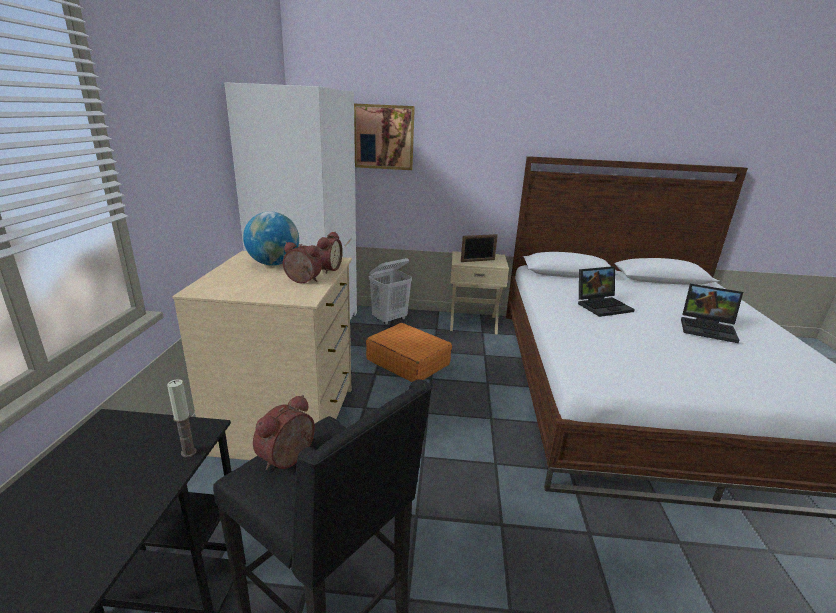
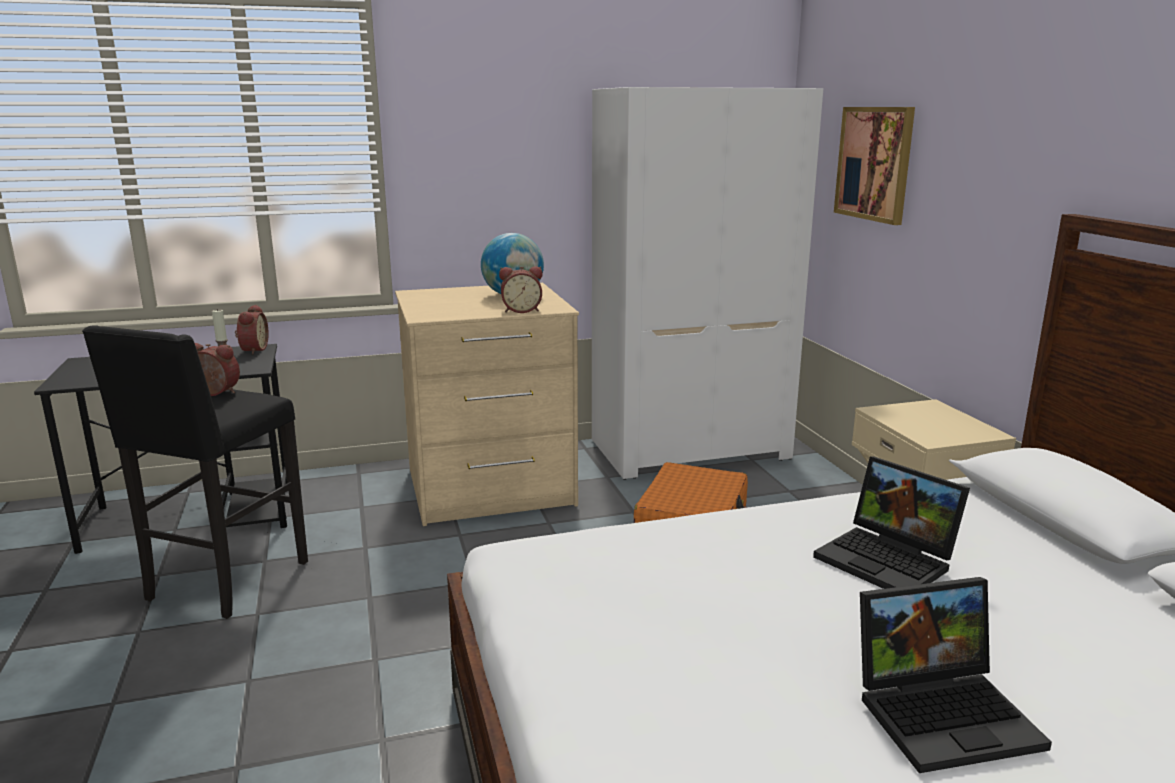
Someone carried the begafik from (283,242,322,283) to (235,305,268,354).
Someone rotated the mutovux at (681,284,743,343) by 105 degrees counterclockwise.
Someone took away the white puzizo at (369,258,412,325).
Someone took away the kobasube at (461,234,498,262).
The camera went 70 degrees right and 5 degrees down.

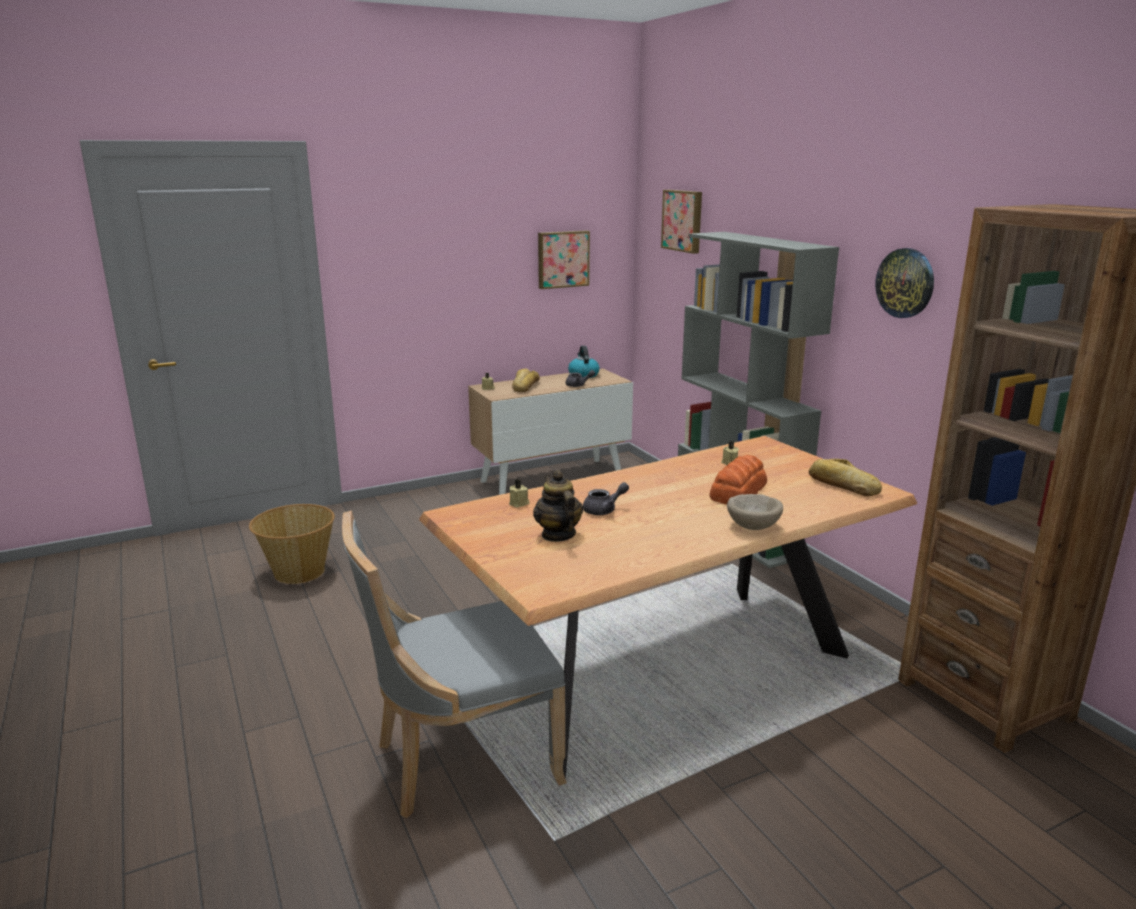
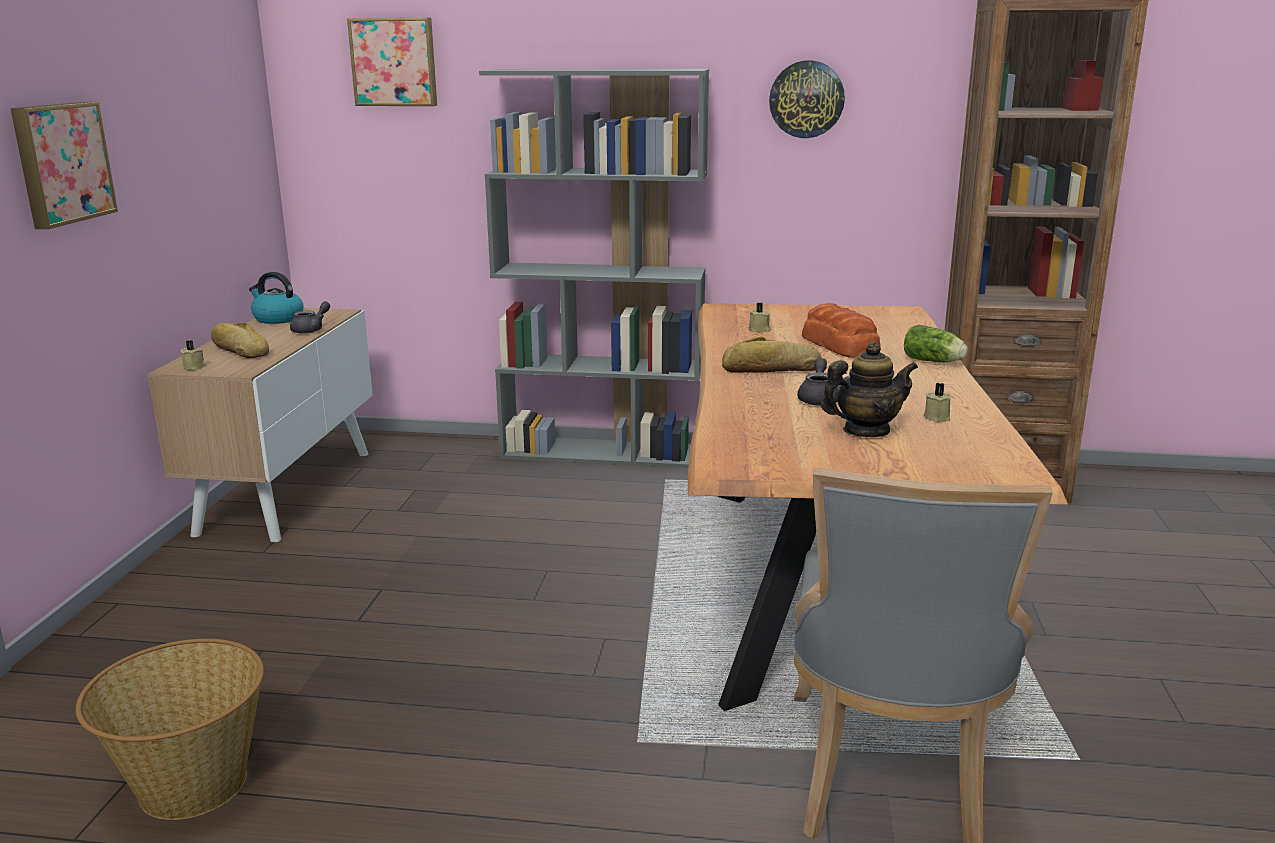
Someone carried the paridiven from (538,230,590,289) to (10,102,118,229).
Someone carried the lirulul from (809,459,882,496) to (722,337,822,373).
Someone rotated the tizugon at (533,470,583,542) by 150 degrees clockwise.
Someone swapped the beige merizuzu at (727,494,783,530) for the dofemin at (904,325,968,362).
Someone carried the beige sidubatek from (509,479,530,508) to (924,383,951,422).
The camera went 55 degrees left and 0 degrees up.

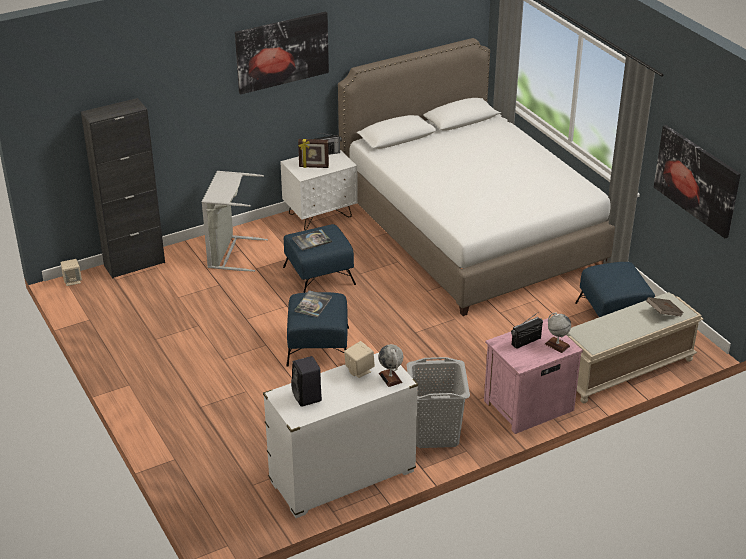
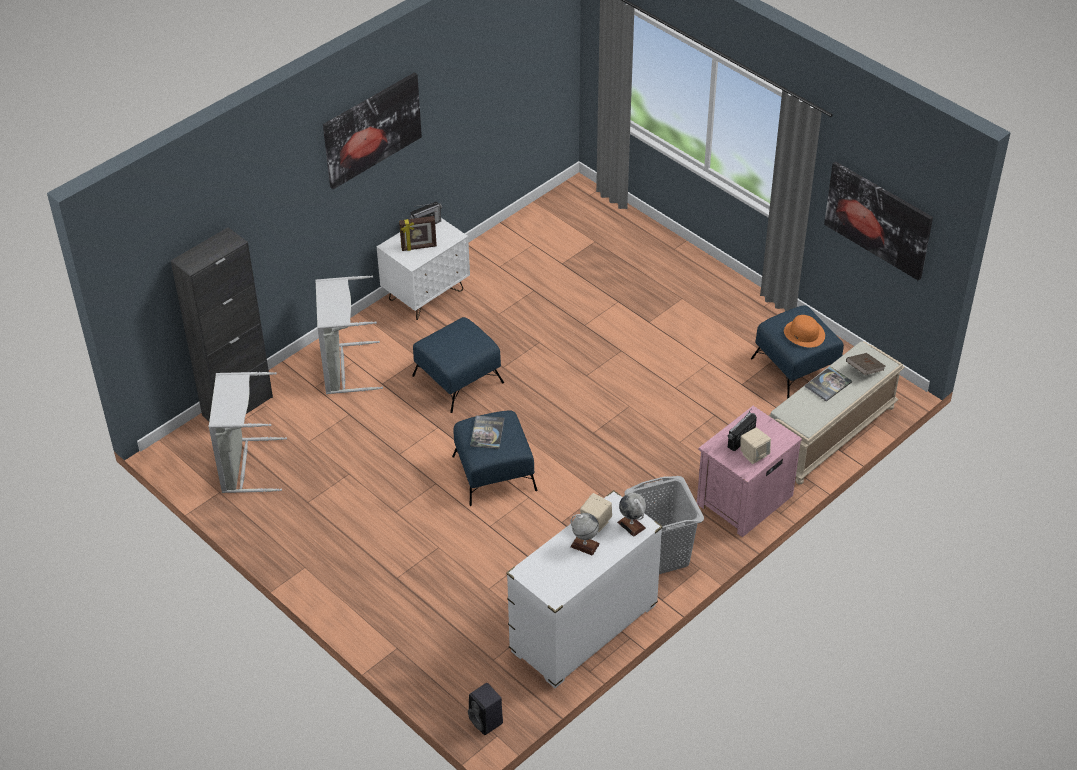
Someone put down the grey puzizo at (209,372,287,493).
Someone carried the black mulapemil from (291,356,322,407) to (468,683,503,735).
Someone carried the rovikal from (545,313,571,353) to (570,513,600,556).
Someone carried the beige mulapemil from (61,259,82,286) to (740,427,771,464).
Someone put down the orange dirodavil at (784,315,825,348).
Someone carried the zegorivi from (292,229,332,251) to (805,366,852,401).
Someone took away the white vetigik at (338,38,615,316).
The camera went 15 degrees left and 10 degrees up.

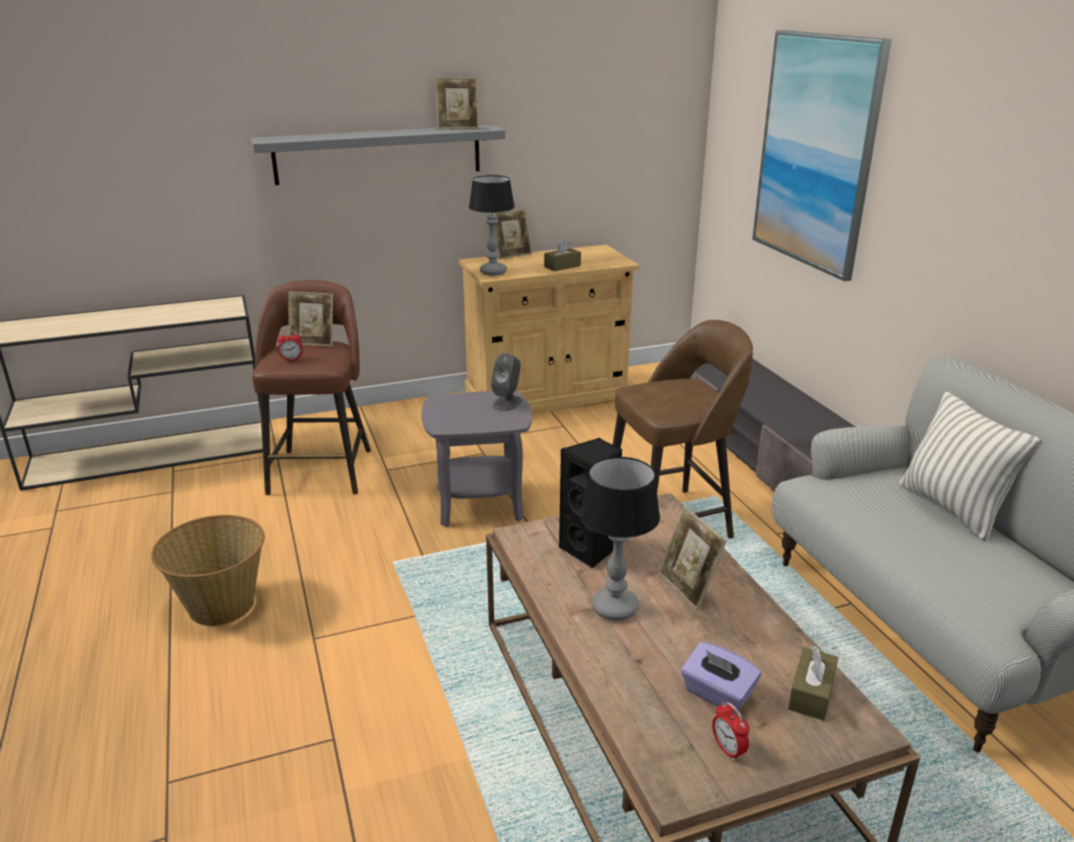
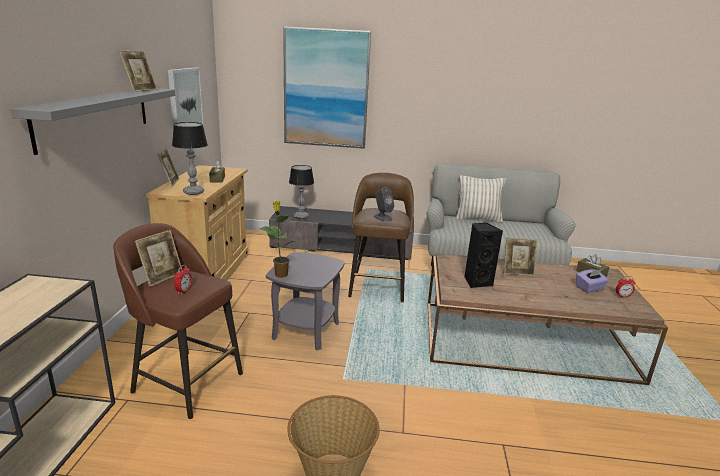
Someone put up the paridiven at (168,67,204,129).
Someone put down the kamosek at (259,201,299,278).
Someone carried the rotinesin from (580,457,660,621) to (289,165,314,219).
Someone carried the grey mulapemil from (491,353,522,411) to (374,187,394,221).
The camera went 65 degrees left and 5 degrees down.

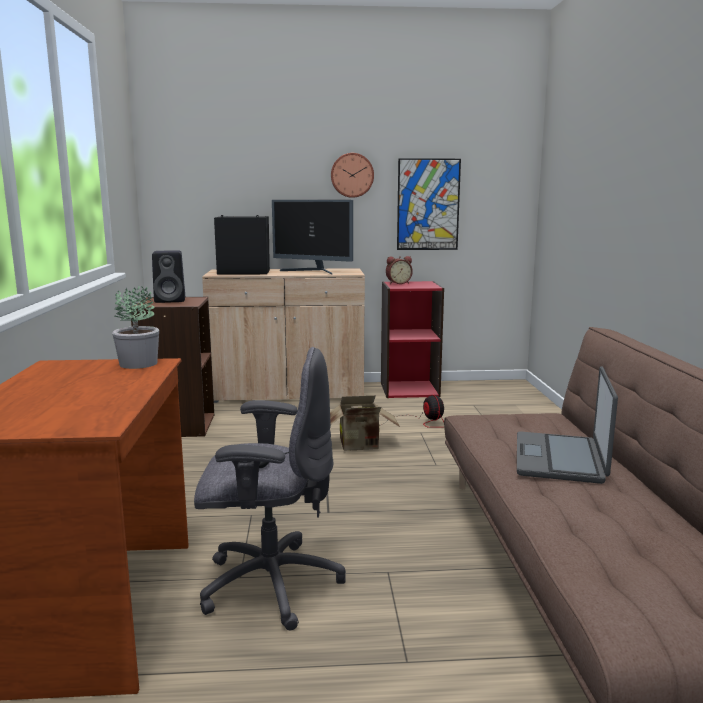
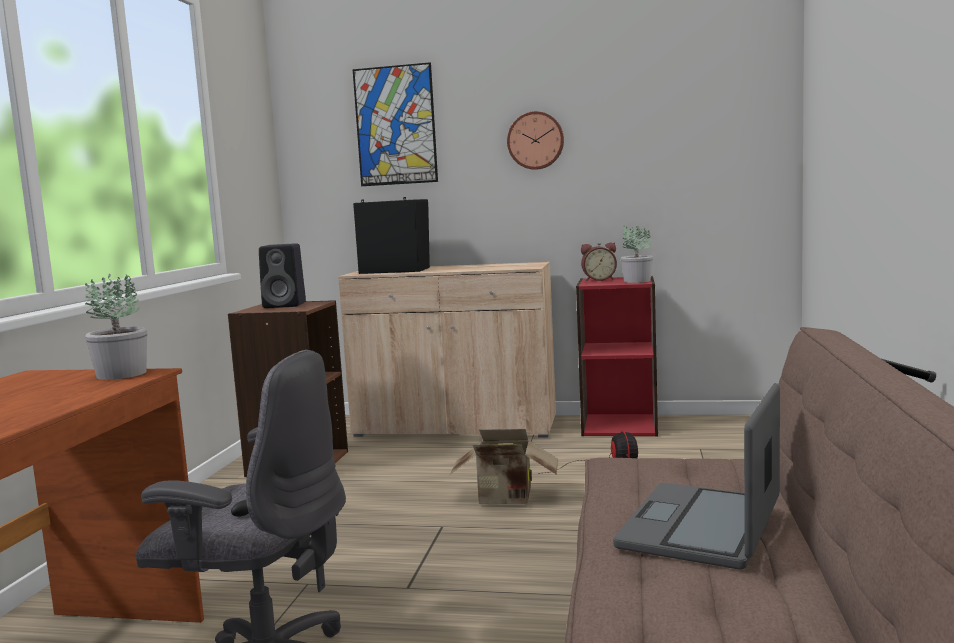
Someone carried the paridiven from (397,158,461,250) to (353,62,438,186).
Someone put down the kamosek at (621,224,653,283).
Someone took away the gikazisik at (272,200,353,275).
The camera went 15 degrees right and 5 degrees down.

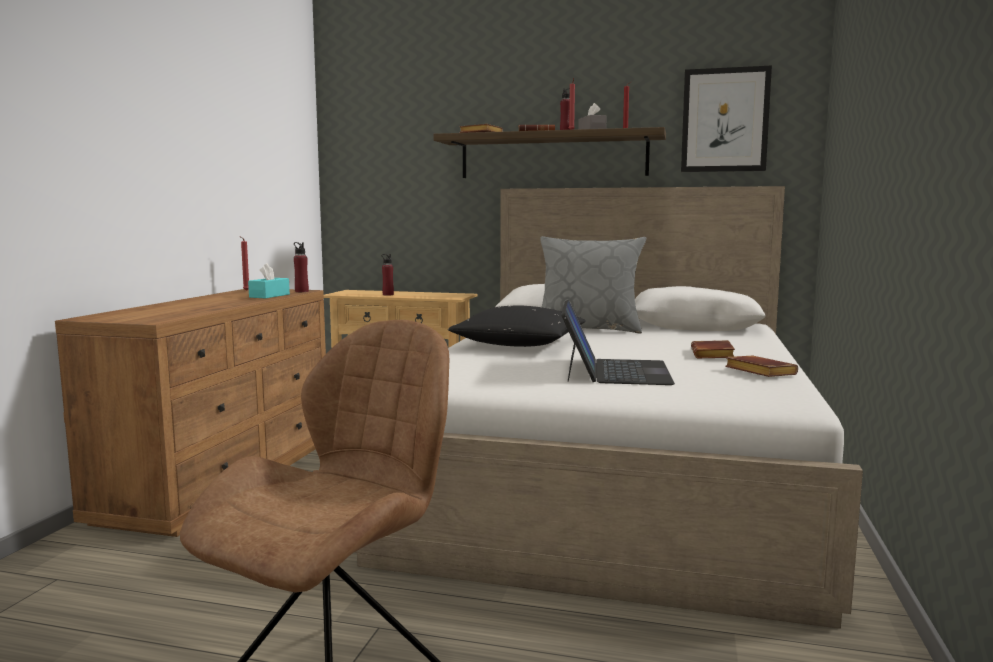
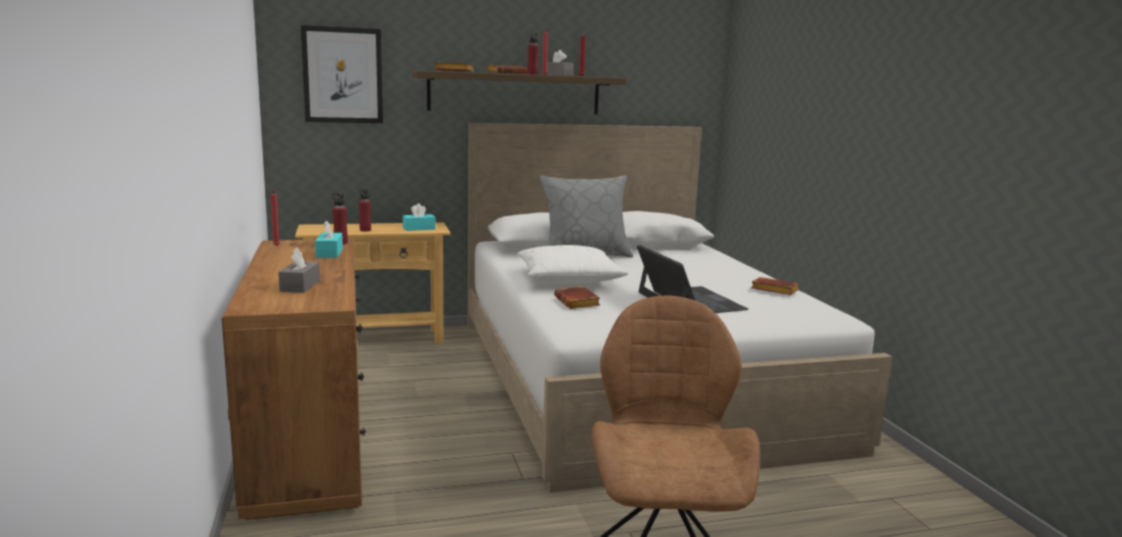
Someone put down the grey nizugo at (278,247,320,293).
Someone carried the paridiven from (681,66,772,172) to (301,25,383,123).
Someone put down the turquoise nizugo at (403,203,436,231).
Someone repainted the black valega at (448,305,586,347), which became the white valega at (517,245,629,283).
Someone carried the brown zegorivi from (691,340,735,358) to (554,286,600,309).
The camera went 30 degrees left and 5 degrees up.

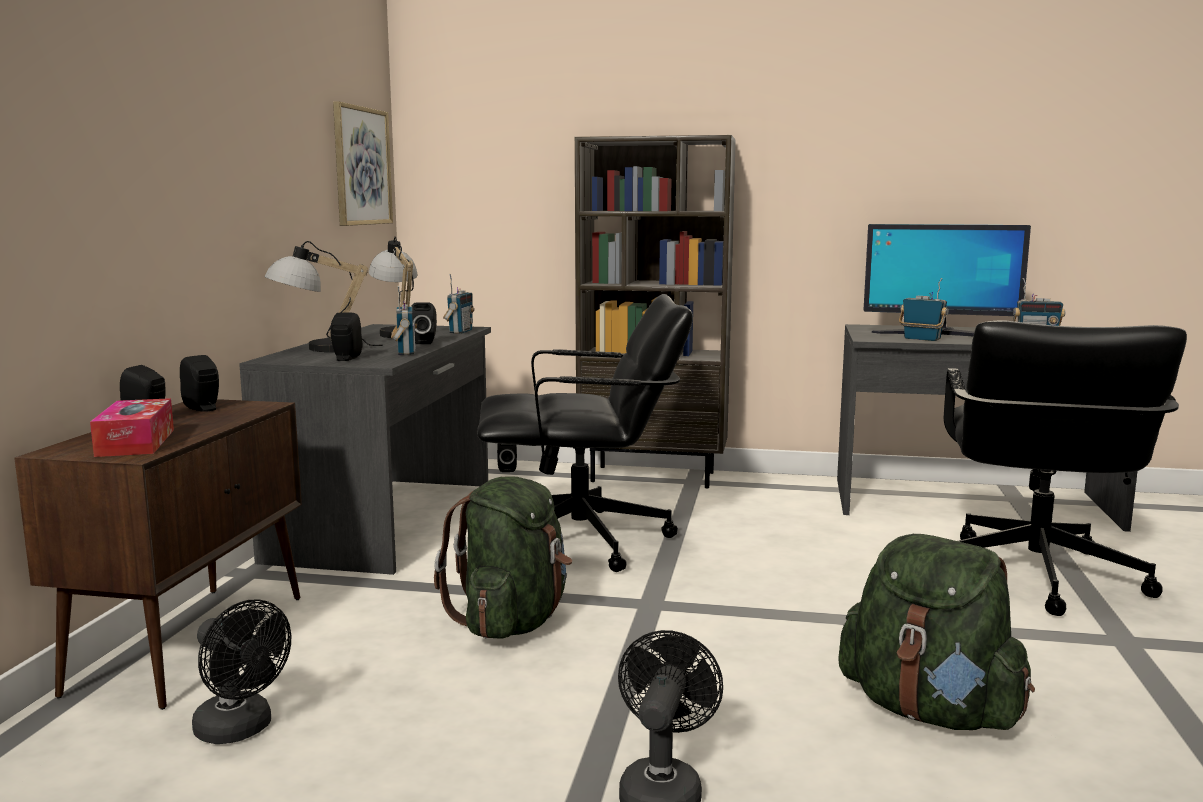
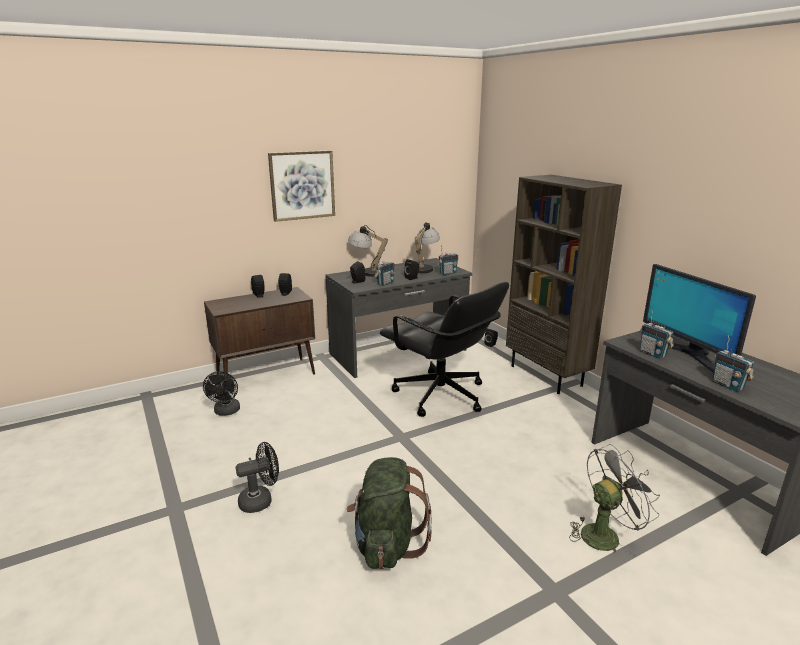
Someone carried the paridiven from (333,101,393,226) to (268,150,335,222).
Someone swapped the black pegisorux at (944,321,1187,616) for the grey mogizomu at (569,444,660,556).
Someone rotated the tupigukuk at (899,278,949,341) by 150 degrees clockwise.
Someone took away the nizugo at (90,398,174,457).
Someone took away the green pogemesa at (434,476,572,639).
The camera went 50 degrees right and 10 degrees up.

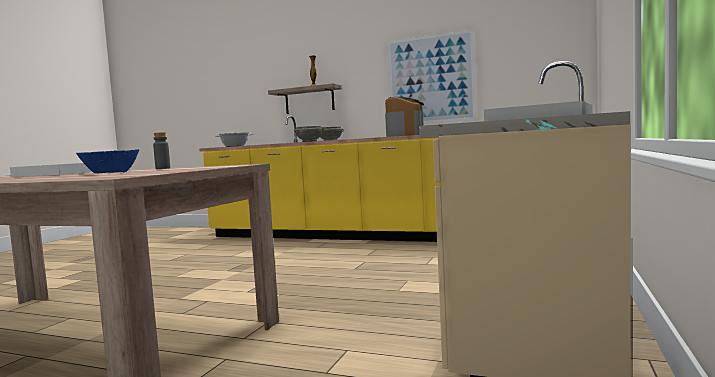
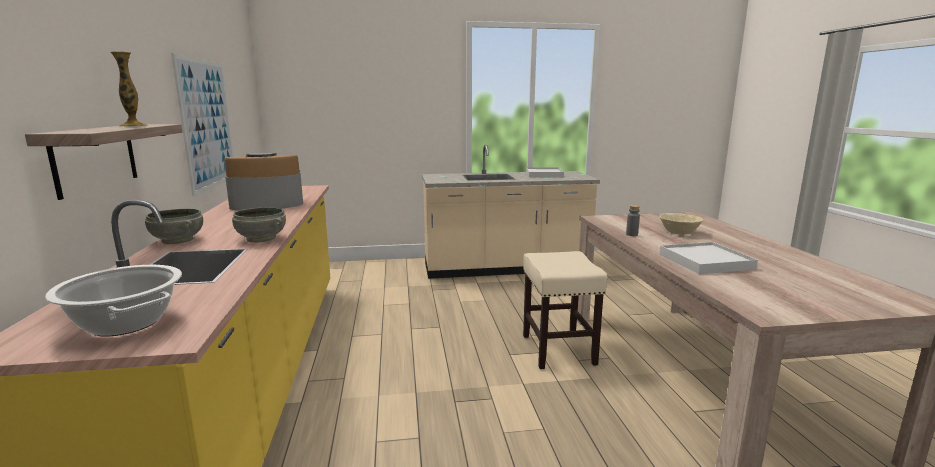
Someone put down the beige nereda at (523,251,607,369).
Someone repainted the blue merizuzu at (76,149,139,173), which became the beige merizuzu at (660,213,703,235).
The camera went 120 degrees left and 10 degrees up.

